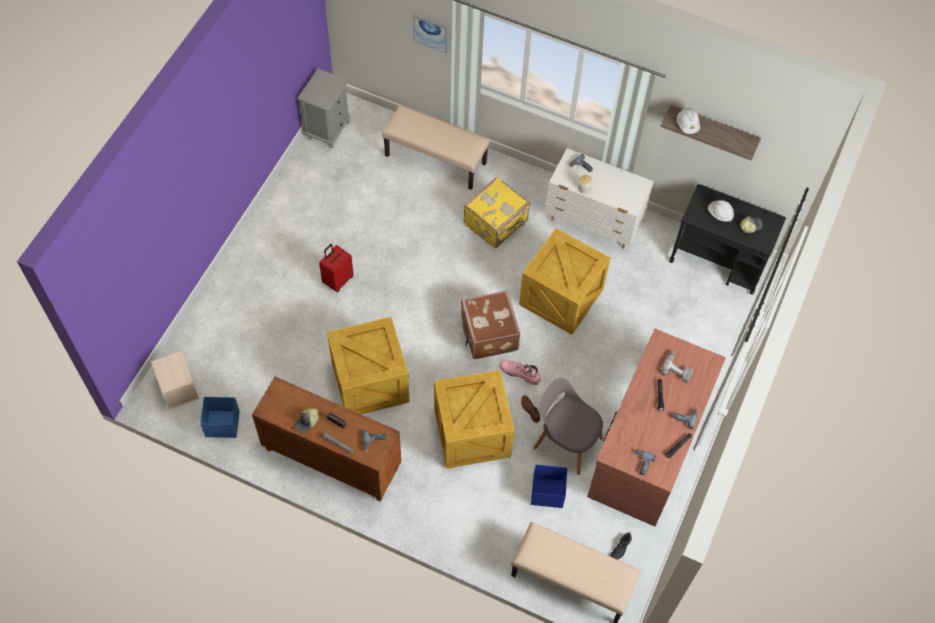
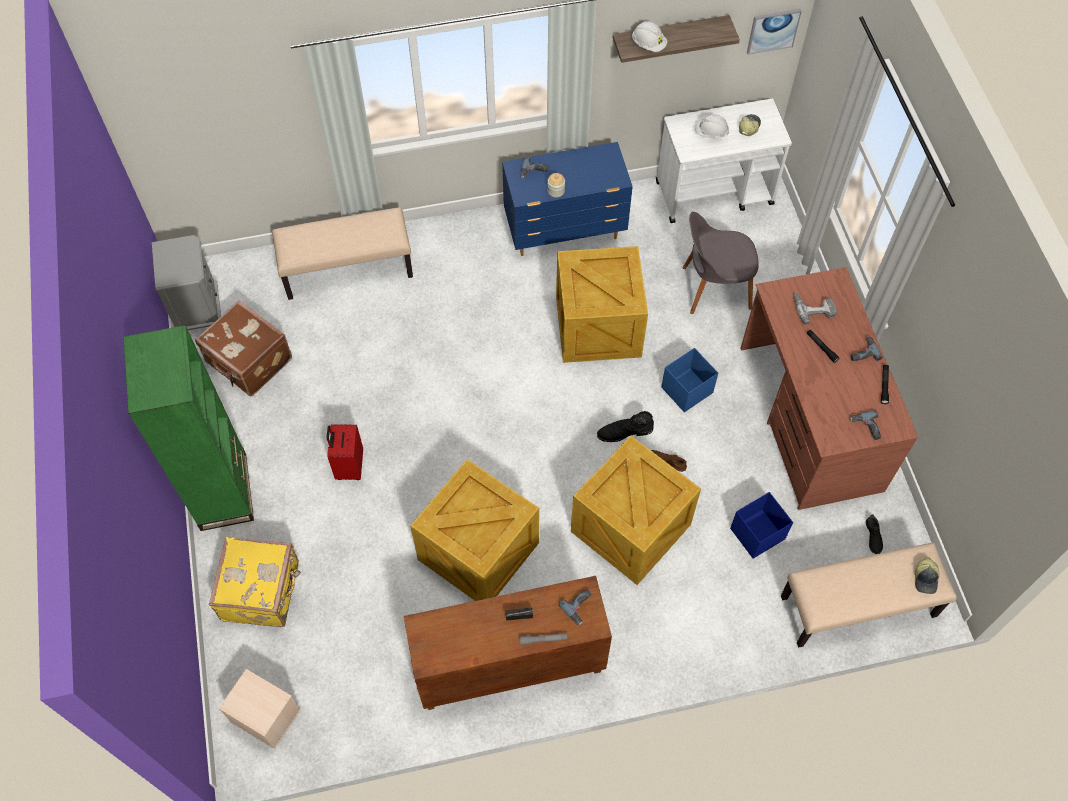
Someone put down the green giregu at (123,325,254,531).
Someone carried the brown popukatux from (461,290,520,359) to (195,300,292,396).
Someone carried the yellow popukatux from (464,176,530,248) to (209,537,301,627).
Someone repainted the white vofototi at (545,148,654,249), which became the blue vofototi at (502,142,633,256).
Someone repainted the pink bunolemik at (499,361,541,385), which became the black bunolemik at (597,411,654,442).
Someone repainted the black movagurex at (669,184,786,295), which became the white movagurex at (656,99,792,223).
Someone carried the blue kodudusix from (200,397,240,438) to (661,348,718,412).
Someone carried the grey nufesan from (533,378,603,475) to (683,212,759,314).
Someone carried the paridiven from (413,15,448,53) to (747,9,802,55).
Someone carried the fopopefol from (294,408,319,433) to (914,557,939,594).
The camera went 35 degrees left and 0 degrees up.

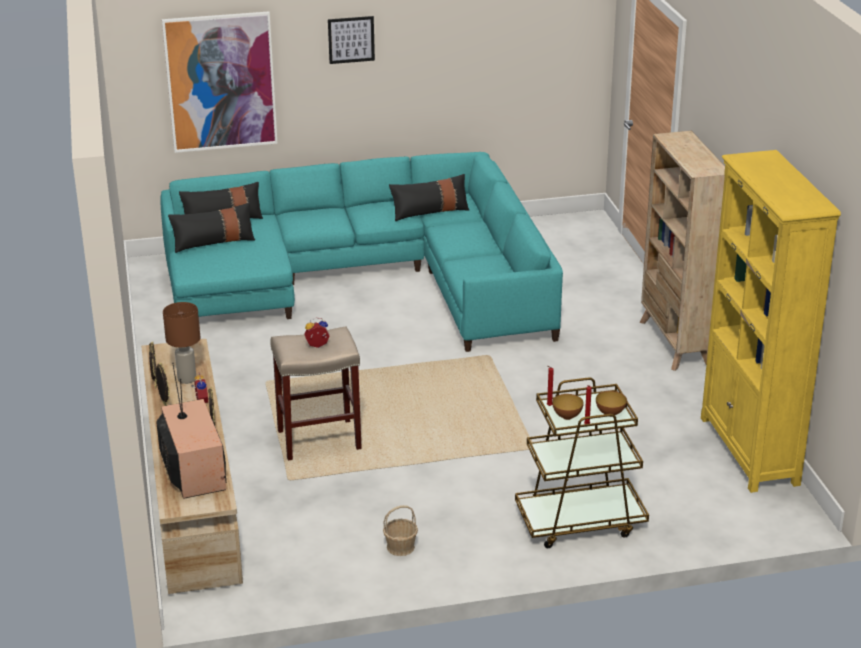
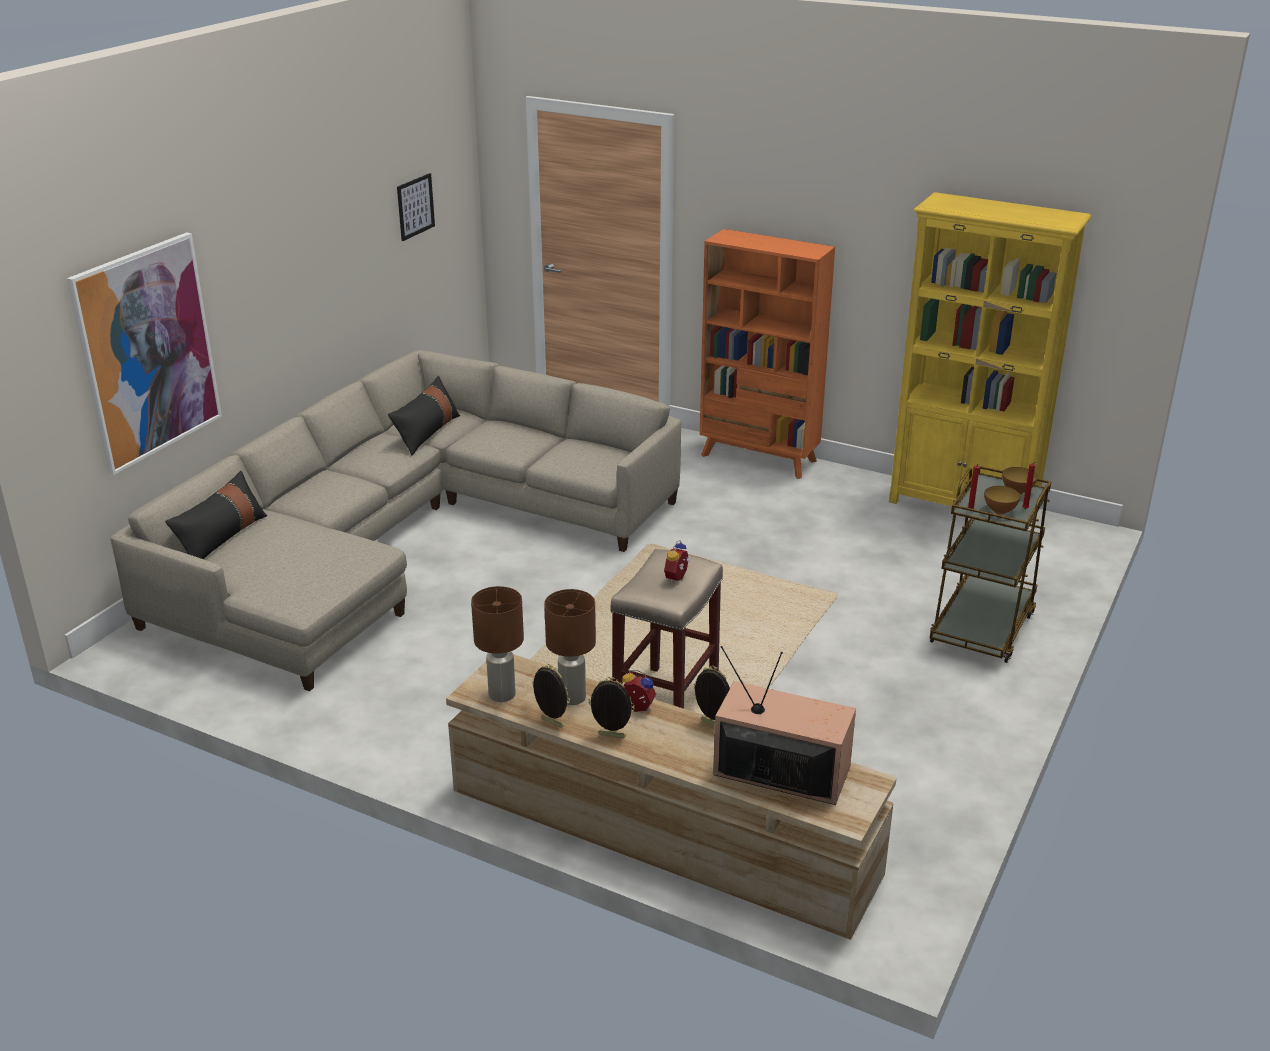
Someone repainted the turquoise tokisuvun at (161,152,563,352), which became the beige tokisuvun at (110,350,681,691).
Someone carried the paridiven from (328,16,375,64) to (397,173,435,241).
Someone put down the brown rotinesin at (471,586,524,702).
Someone repainted the beige giregu at (639,131,725,371), which became the orange giregu at (700,229,835,479).
Someone took away the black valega at (168,202,255,253).
Someone took away the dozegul at (383,505,418,556).
The camera went 50 degrees left and 0 degrees up.

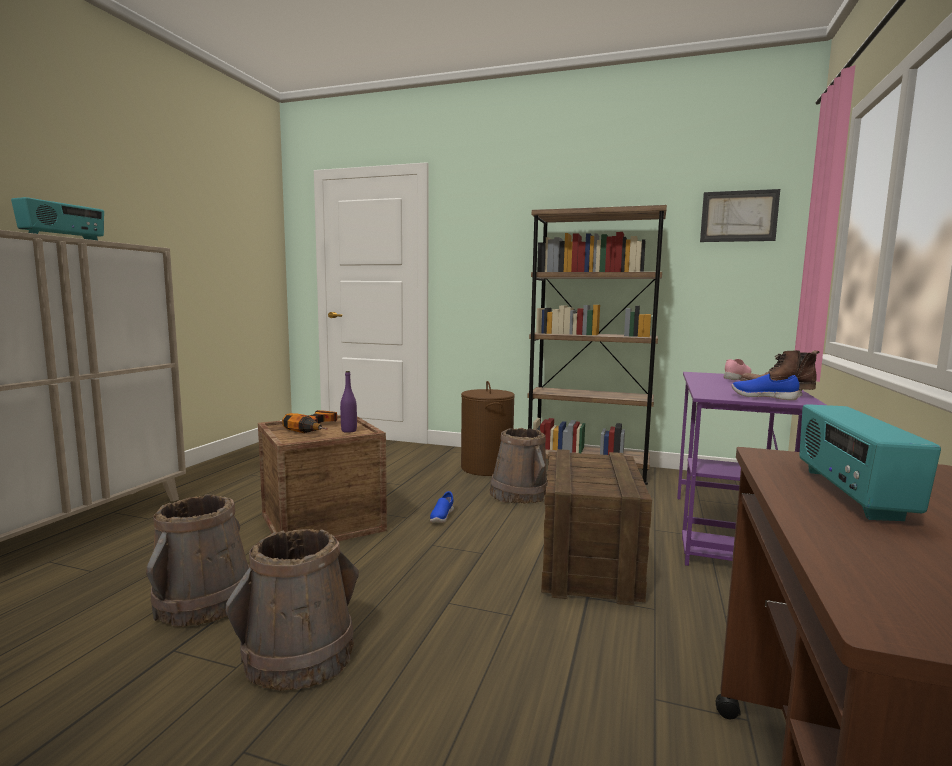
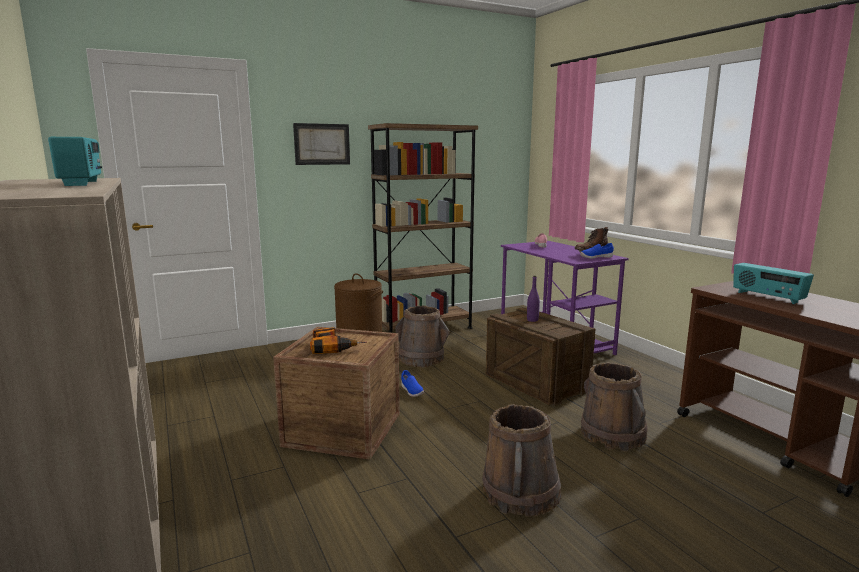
Someone carried the paridiven from (700,189,780,242) to (293,123,350,165).
Someone carried the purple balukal from (340,371,357,433) to (527,276,540,322).
Someone carried the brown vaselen from (146,494,249,627) to (581,362,647,451).
The camera went 45 degrees left and 5 degrees up.

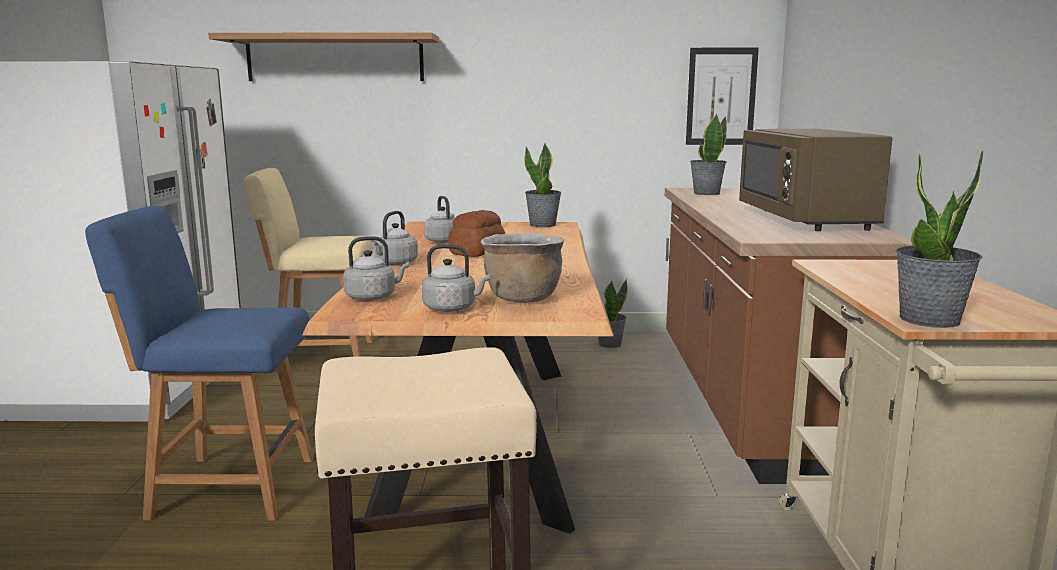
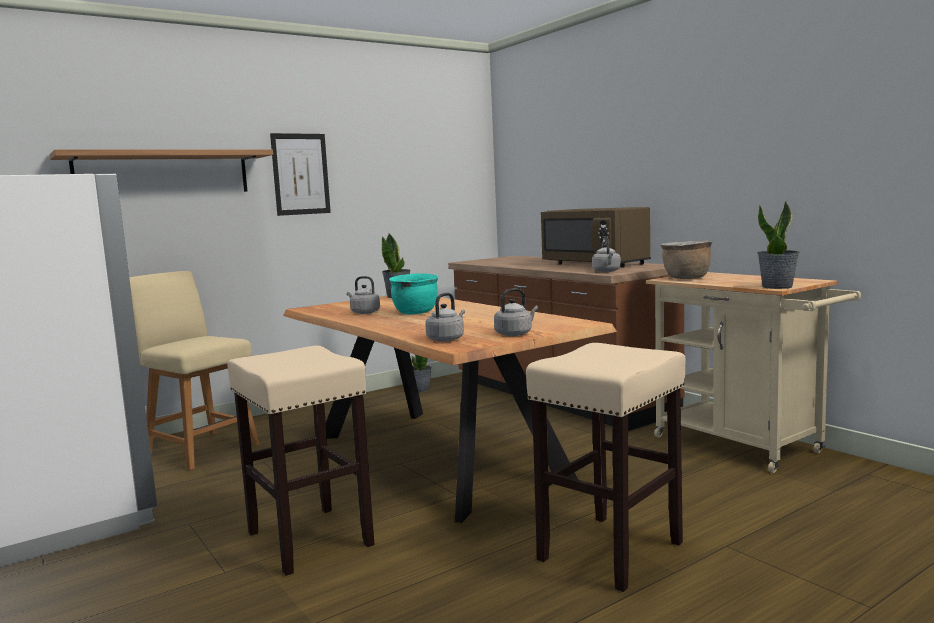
Someone rotated the beige nufesan at (244,168,373,357) by 75 degrees clockwise.
Someone swapped the blue nufesan at (85,206,313,521) for the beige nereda at (227,345,375,576).
Someone carried the paridiven from (686,48,759,145) to (270,133,331,216).
Someone swapped the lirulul at (448,210,505,257) for the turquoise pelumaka at (389,273,439,315).
Someone carried the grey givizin from (371,211,418,265) to (592,236,621,272).
Someone carried the brown pelumaka from (481,233,564,303) to (660,241,712,279).
Someone took away the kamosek at (690,114,727,195).
The camera went 35 degrees left and 5 degrees down.

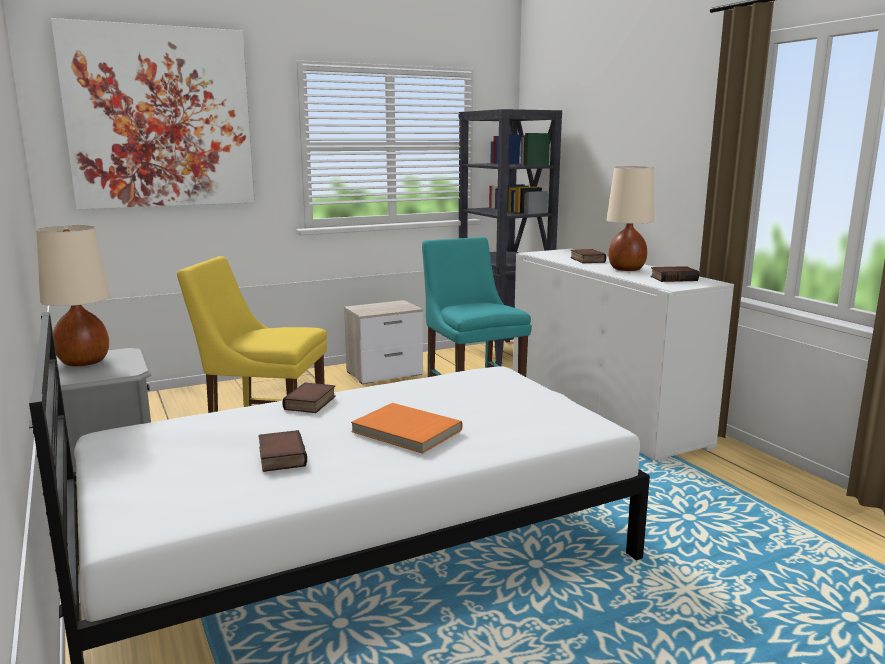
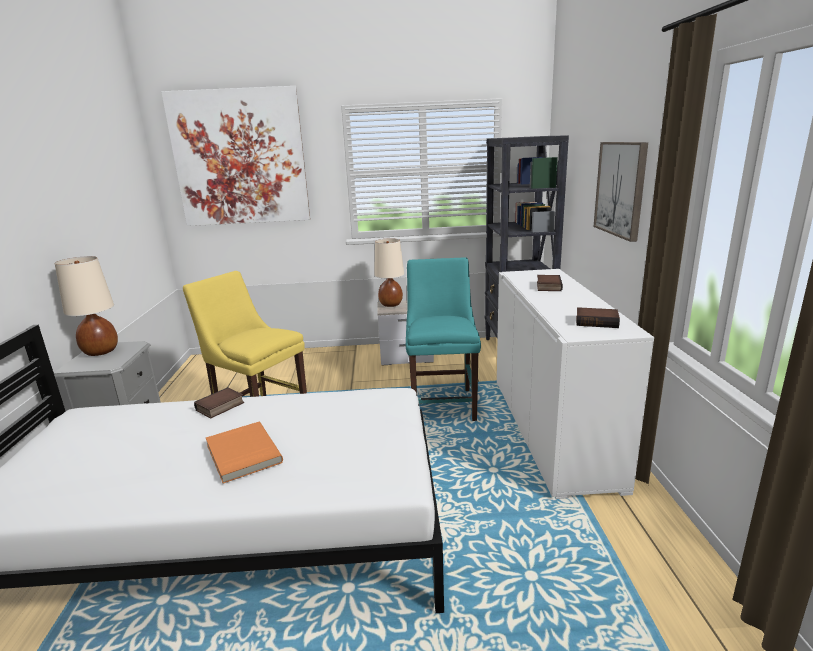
Someone carried the beige rotinesin from (607,167,654,271) to (374,238,404,307).
Someone put up the paridiven at (594,142,648,242).
Someone took away the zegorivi at (258,430,307,472).
The camera went 25 degrees right and 5 degrees up.

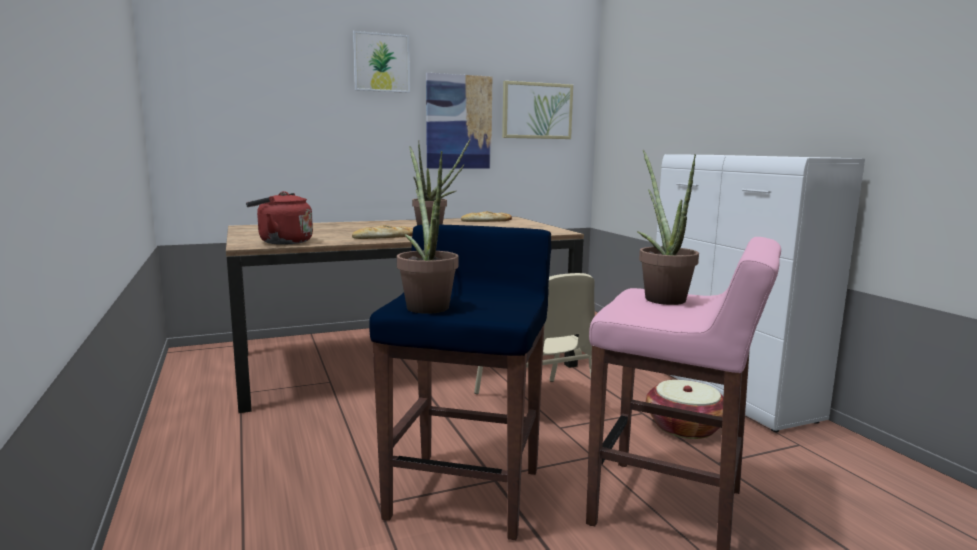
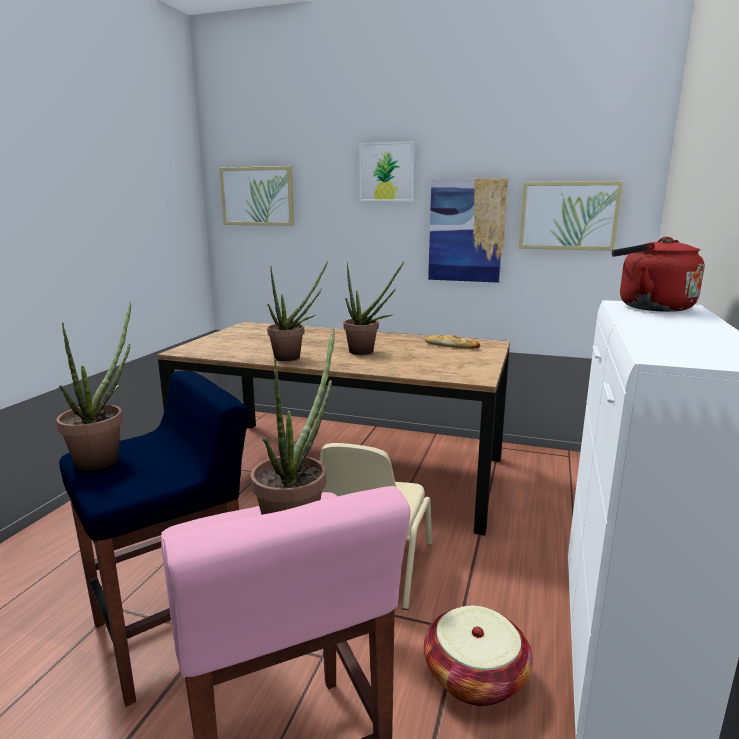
Someone put up the paridiven at (220,166,294,226).
Someone swapped the lirulul at (352,225,413,239) for the kamosek at (267,261,328,361).
Someone carried the red givizin from (246,191,313,245) to (612,237,705,312).
The camera went 40 degrees right and 5 degrees up.

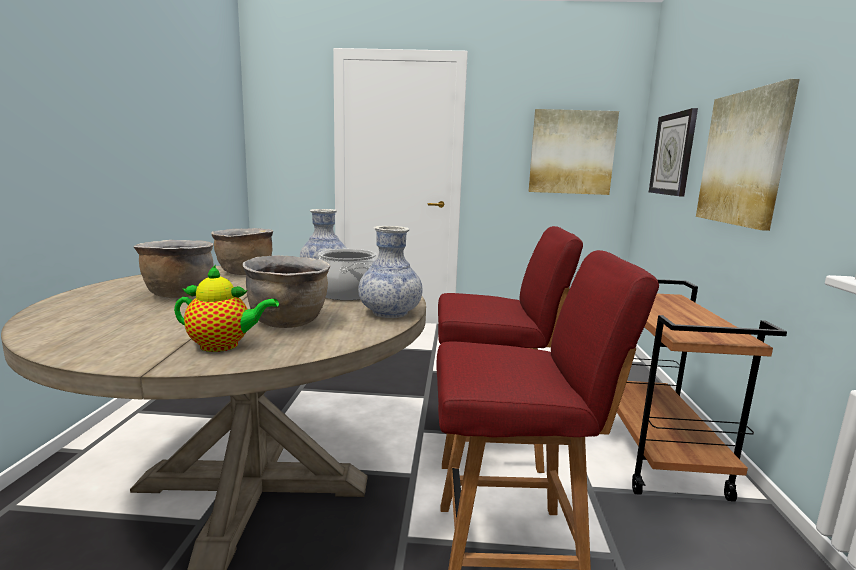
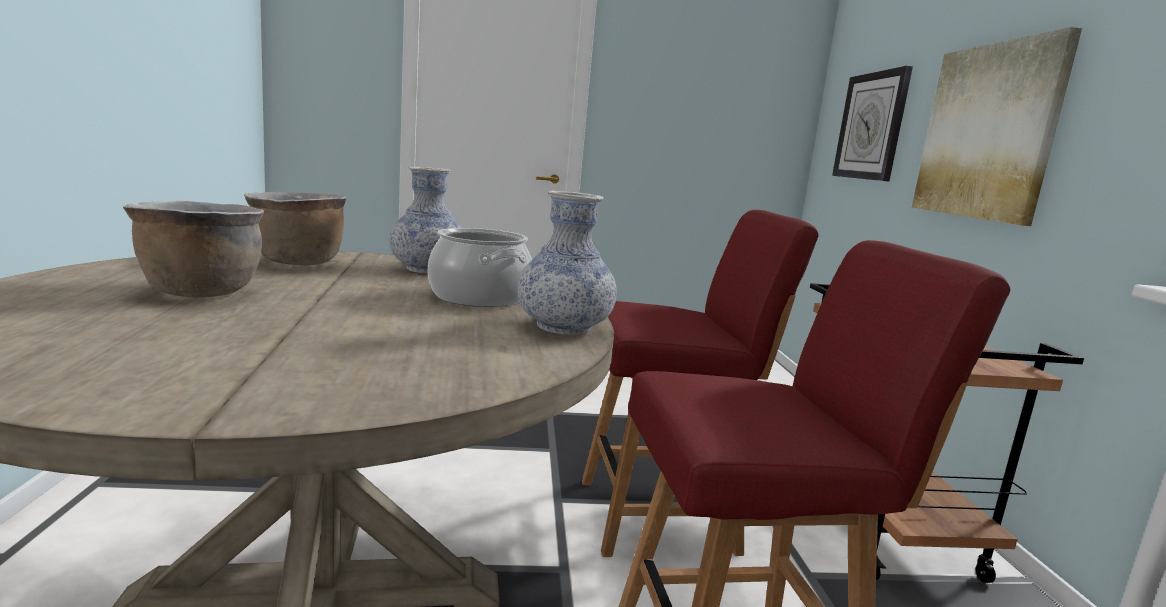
Someone took away the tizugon at (174,265,279,352).
Someone took away the brown pelumaka at (243,256,331,328).
Someone took away the paridiven at (528,109,619,195).
The camera went 10 degrees left and 0 degrees up.

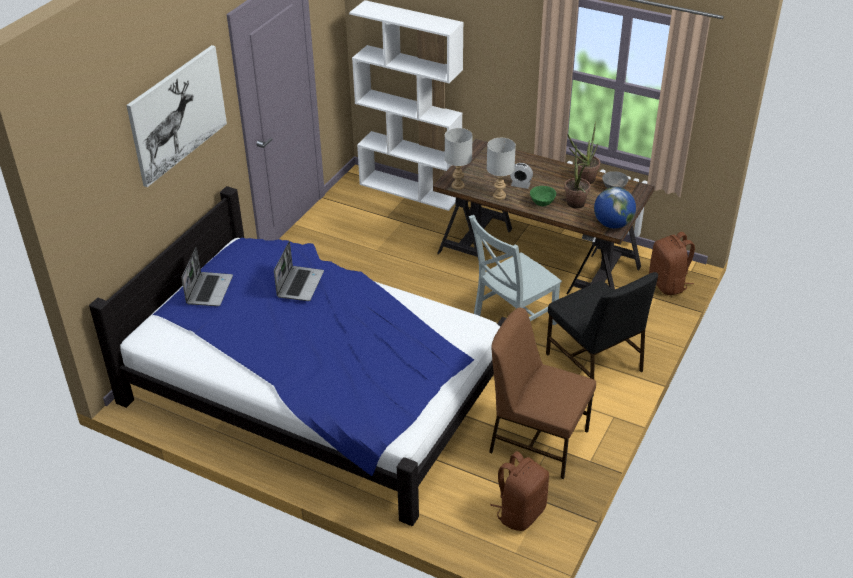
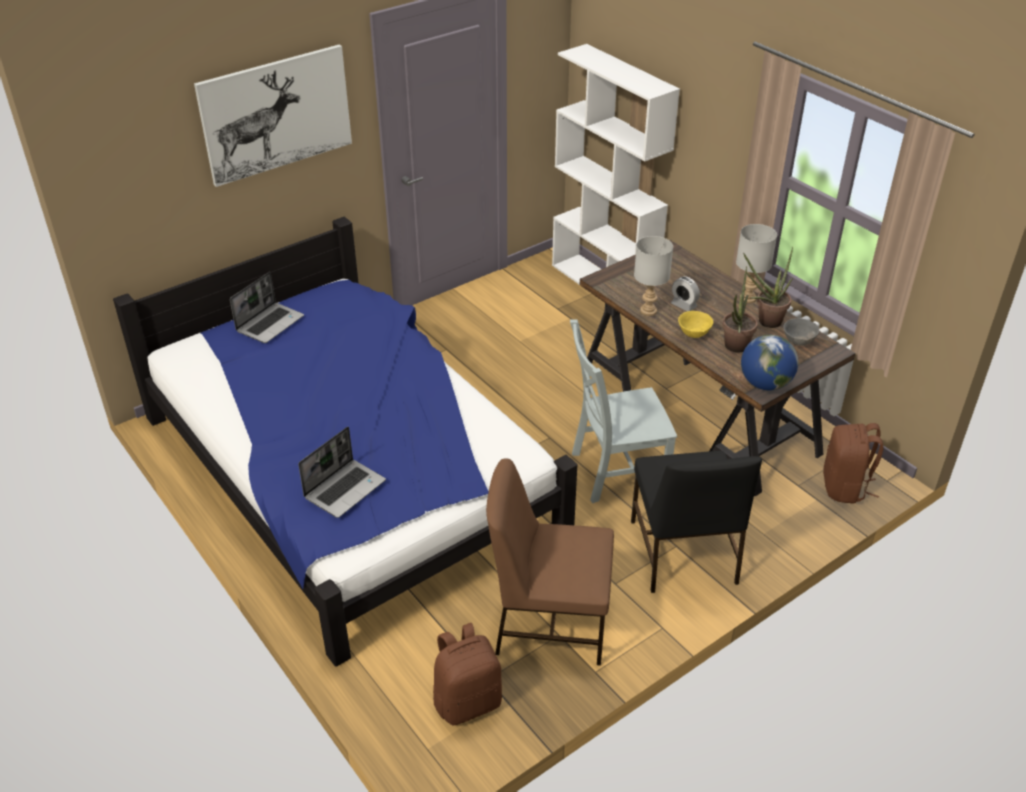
Someone carried the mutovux from (274,241,324,301) to (298,427,386,518).
Someone rotated the brown nufesan at (489,308,596,479) by 45 degrees counterclockwise.
Someone repainted the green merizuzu at (530,186,556,206), which became the yellow merizuzu at (678,311,713,338).
Someone carried the grey rotinesin from (445,128,473,190) to (736,224,777,303).
The camera went 25 degrees right and 0 degrees up.

